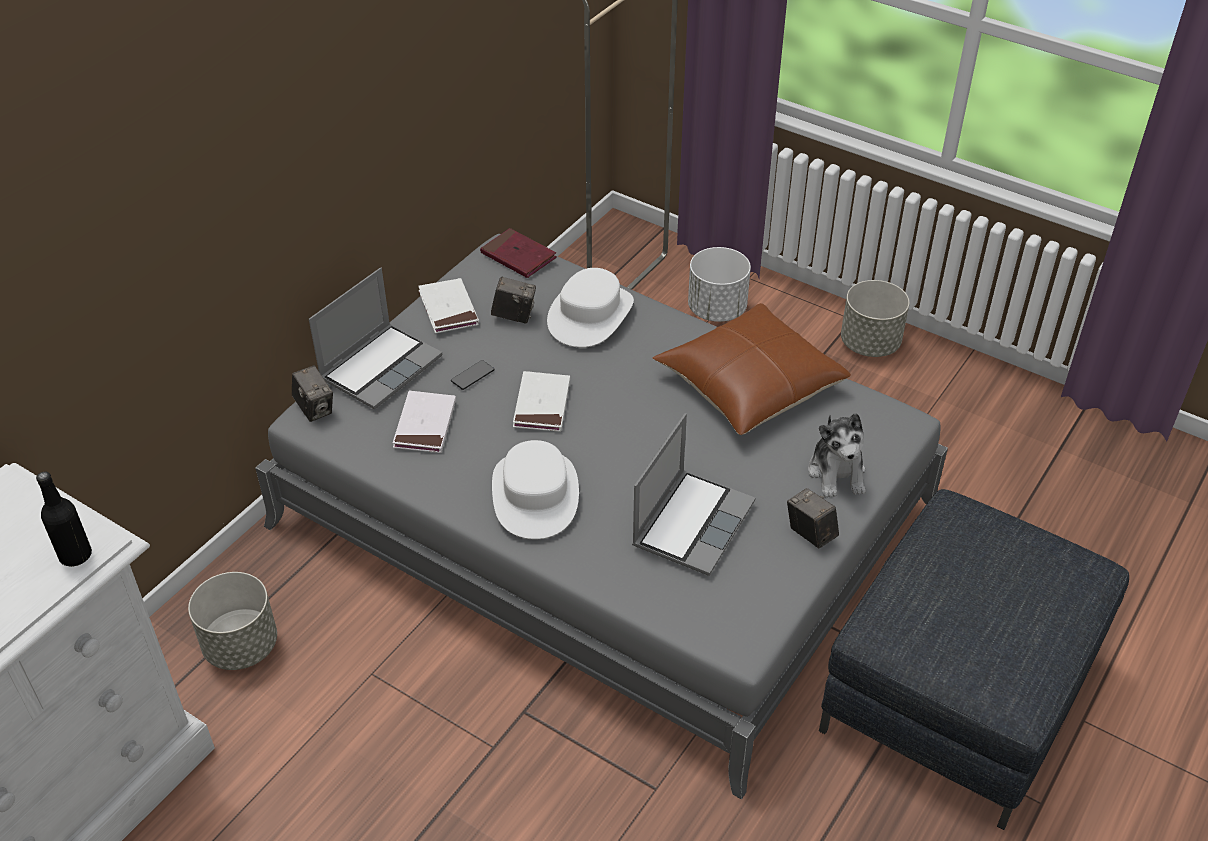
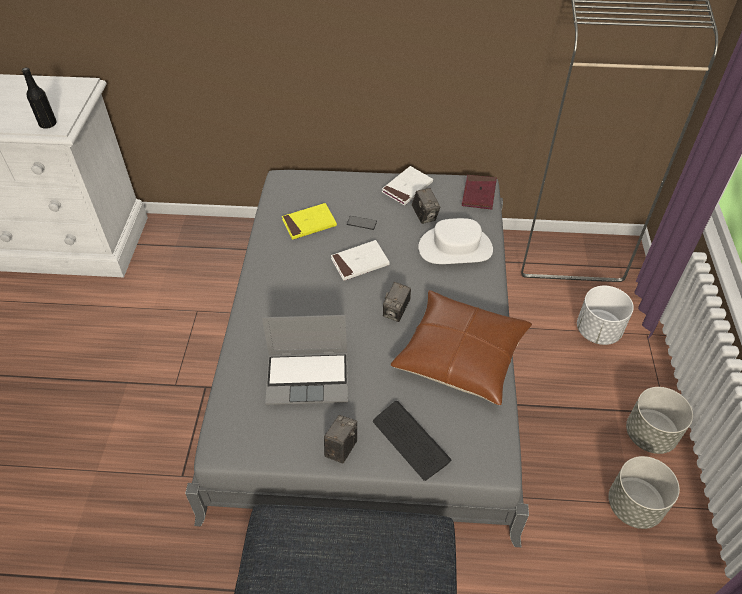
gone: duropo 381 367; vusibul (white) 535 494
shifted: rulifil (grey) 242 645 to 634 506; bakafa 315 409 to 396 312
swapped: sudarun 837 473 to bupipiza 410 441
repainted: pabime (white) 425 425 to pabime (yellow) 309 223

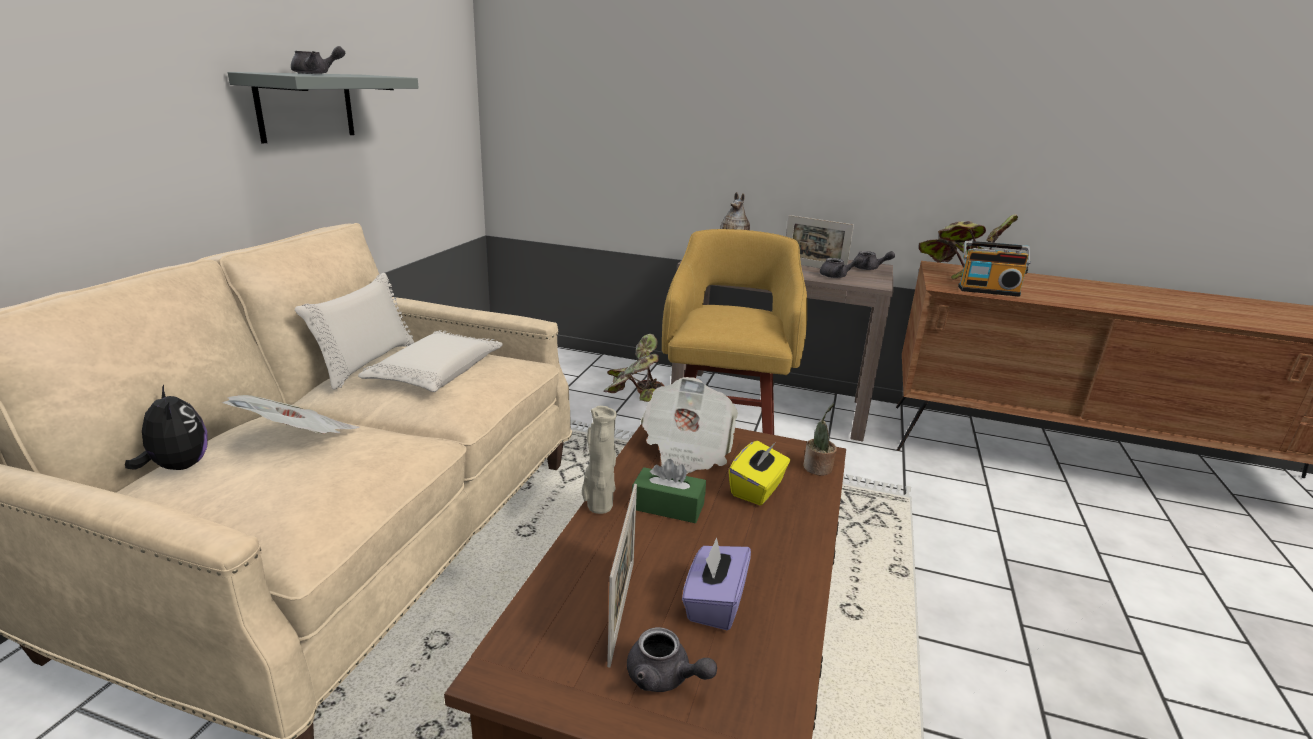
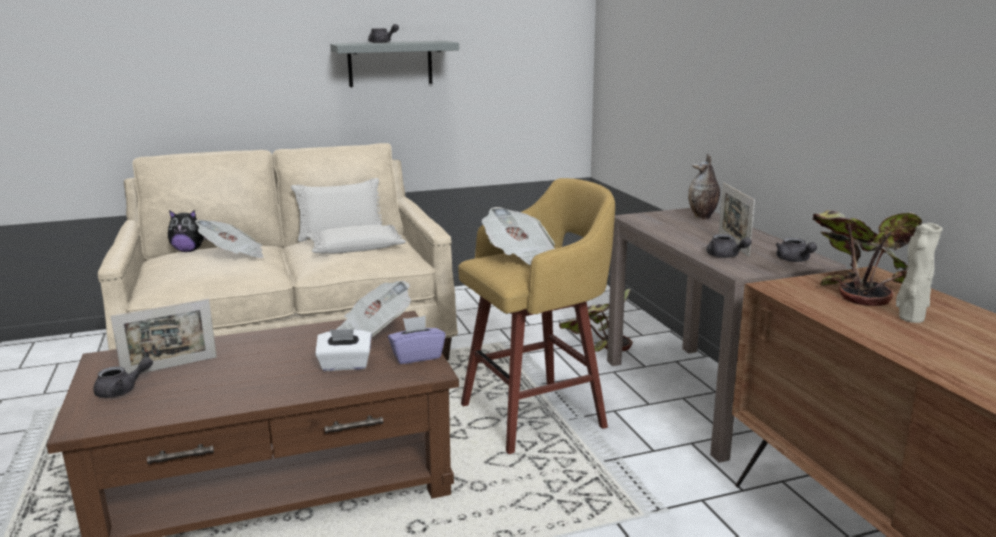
gone: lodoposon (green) 668 506; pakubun 818 469; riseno 987 290
new: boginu 520 257
shifted: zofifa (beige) 598 507 to 910 318; lodoposon (purple) 714 603 to 417 356
repainted: lodoposon (yellow) 757 489 to lodoposon (white) 345 365
rotated: sudarun 178 467 = 189 251 75 degrees clockwise; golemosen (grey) 665 678 = 122 390 120 degrees counterclockwise

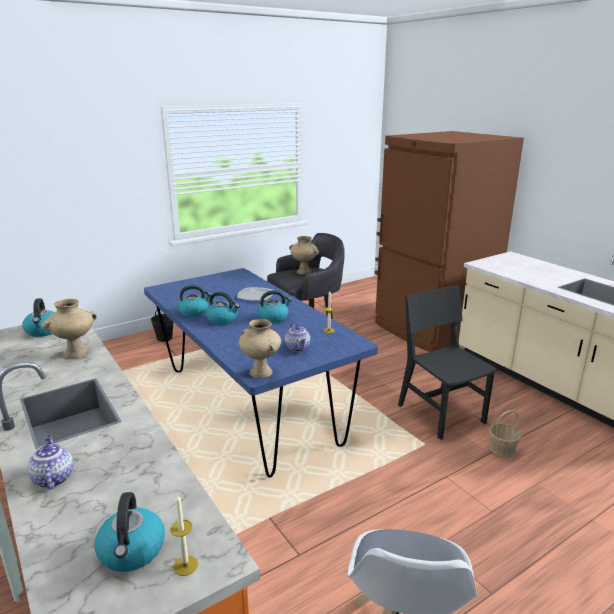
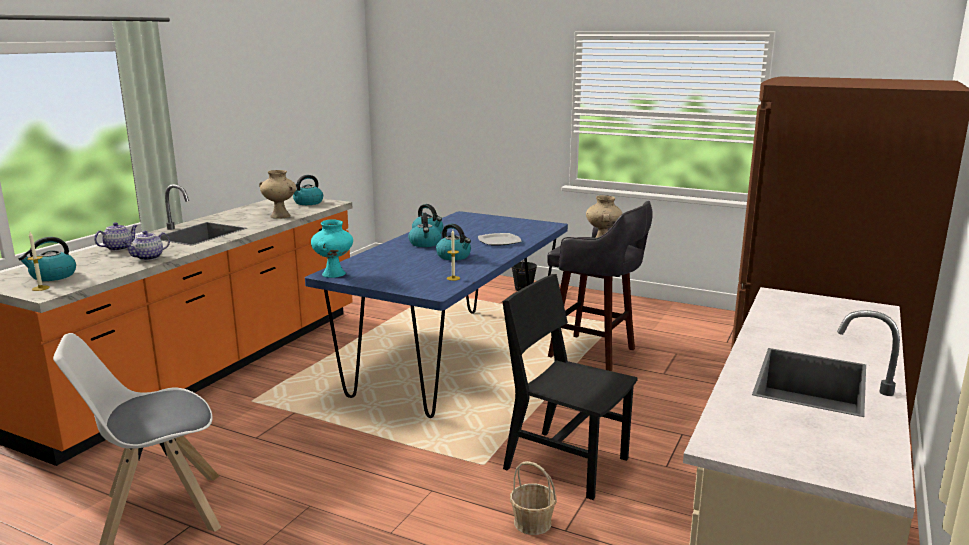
shifted: golemosen 298 348 to 148 257
repainted: zofifa (beige) 261 372 to zofifa (turquoise) 334 274
rotated: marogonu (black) 441 413 = 566 463 90 degrees counterclockwise

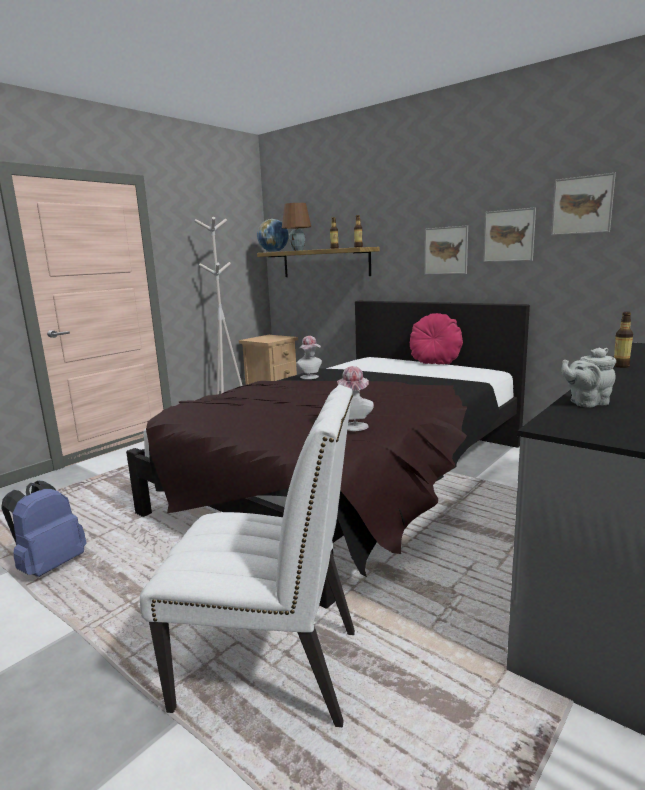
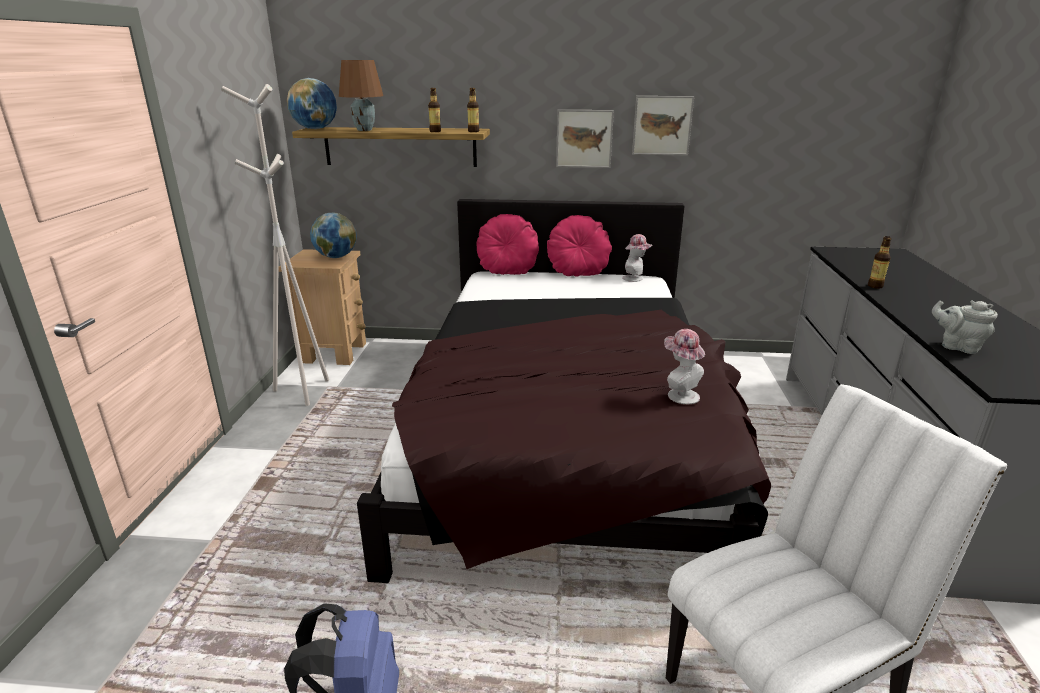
gone: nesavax 582 205
new: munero 336 257; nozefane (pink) 508 272
shifted: vusibul 310 377 to 635 278
rotated: golemosen (grey) 586 403 = 957 346 90 degrees clockwise

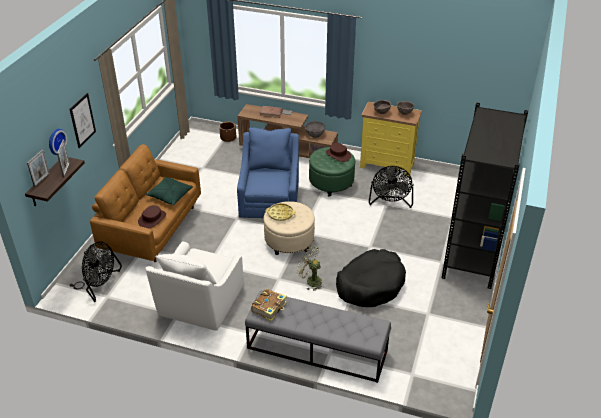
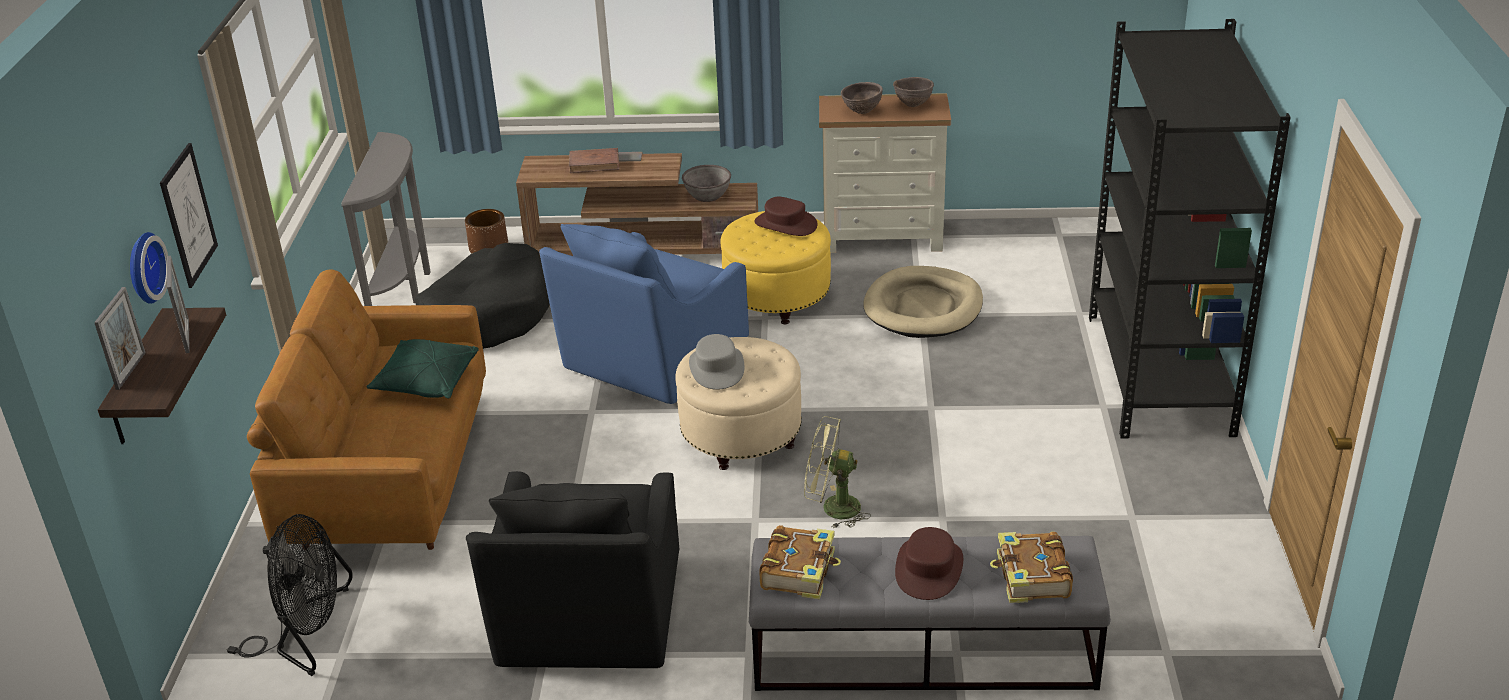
new: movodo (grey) 404 287; pabime 1031 577
shifted: vusibul (brown) 152 219 to 929 569; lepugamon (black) 370 285 to 489 314
swapped: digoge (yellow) 280 214 to vusibul (grey) 716 368; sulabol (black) 388 201 to lepugamon (beige) 923 307
repainted: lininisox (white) 199 303 to lininisox (black) 588 616; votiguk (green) 331 184 to votiguk (yellow) 777 298; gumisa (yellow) 387 165 to gumisa (white) 883 239
rotated: lininisox (blue) 270 200 = 652 358 135 degrees counterclockwise

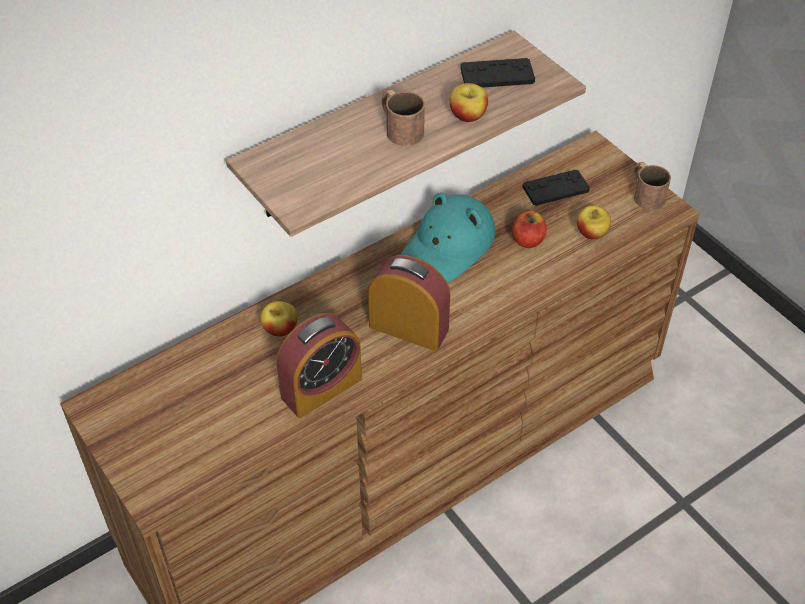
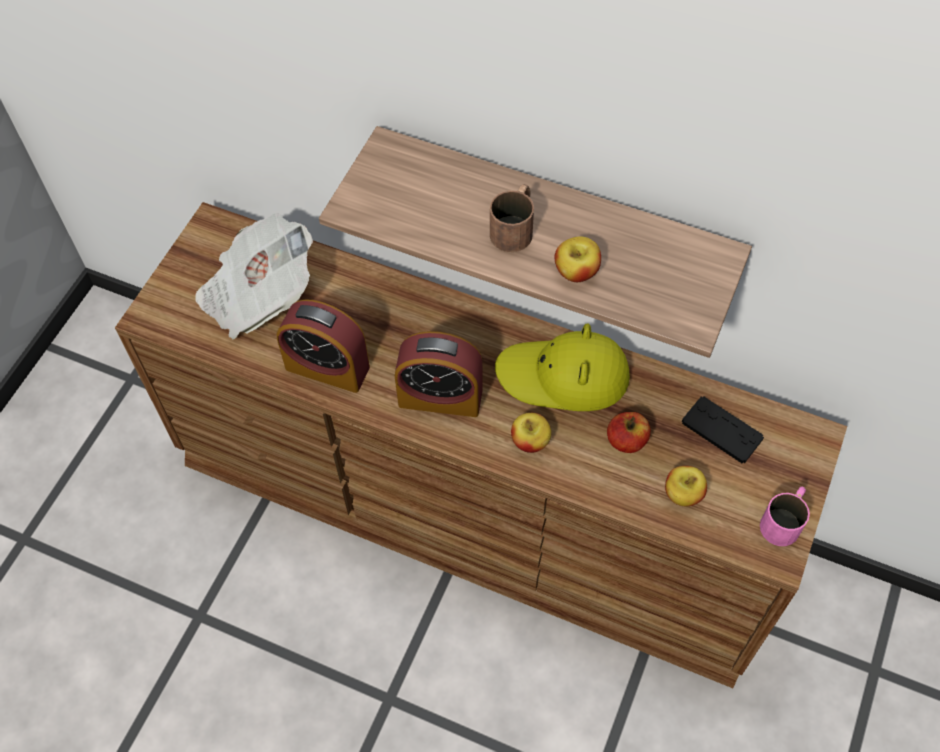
gone: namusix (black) 497 75
new: boginu 258 295
shifted: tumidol 280 329 to 530 441
repainted: vusibul (turquoise) 447 248 to vusibul (yellow) 563 376; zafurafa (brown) 645 193 to zafurafa (pink) 784 519
rotated: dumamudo 408 328 = 440 397 105 degrees clockwise

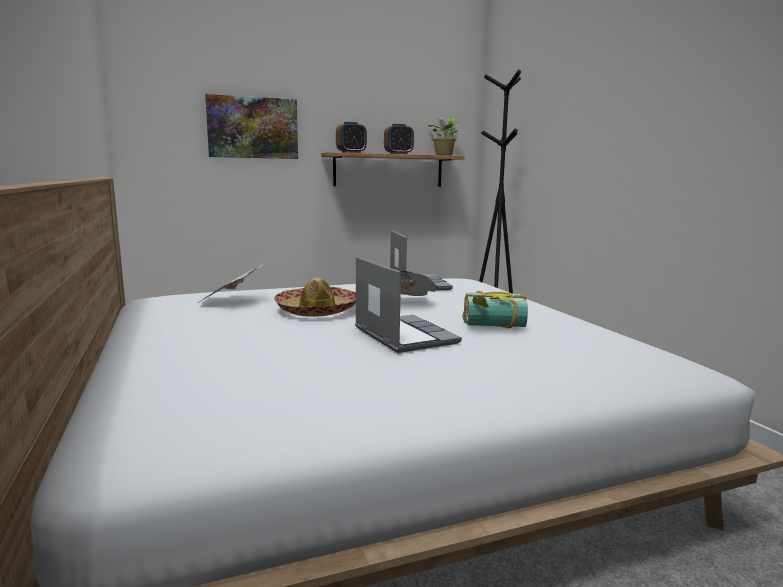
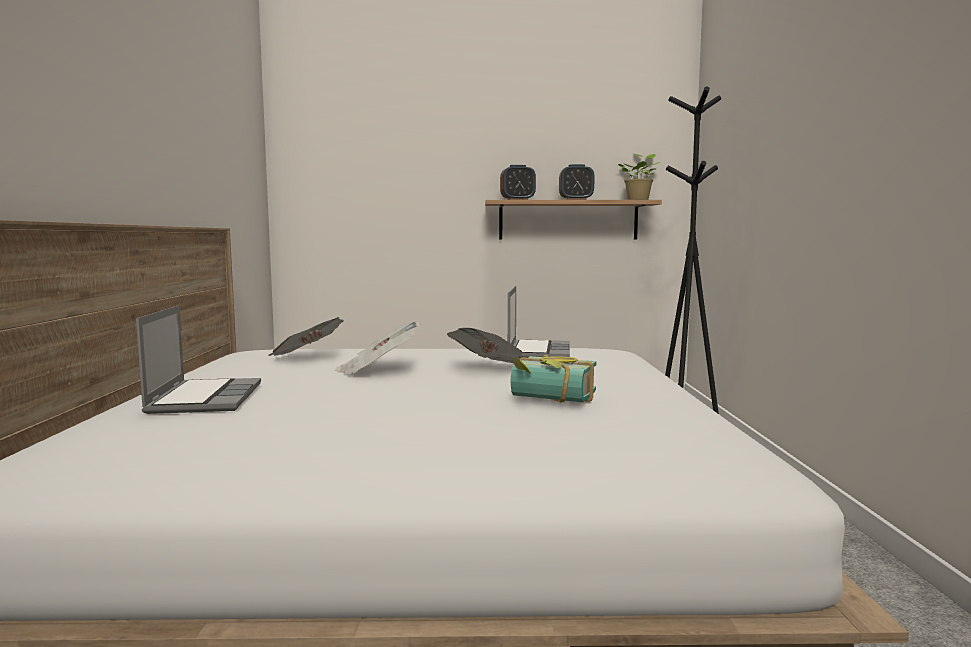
gone: nesavax 253 128
shifted: duropo 403 335 to 204 398
swapped: vusibul 317 310 to boginu 377 370

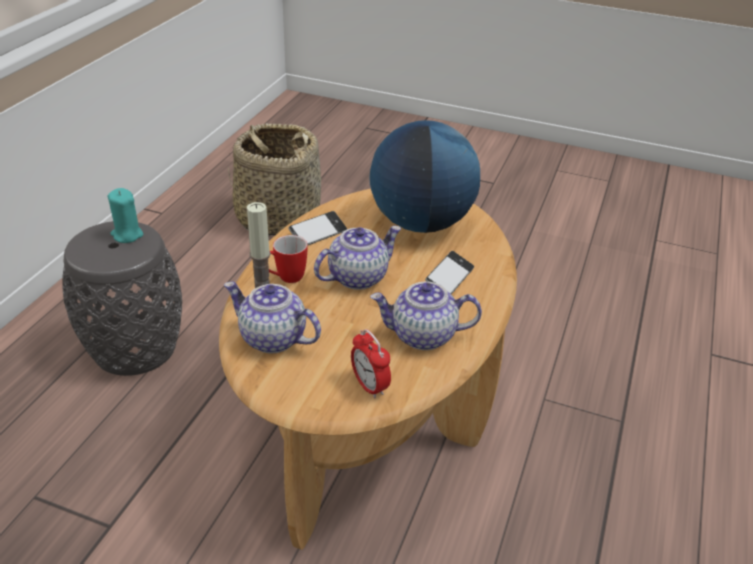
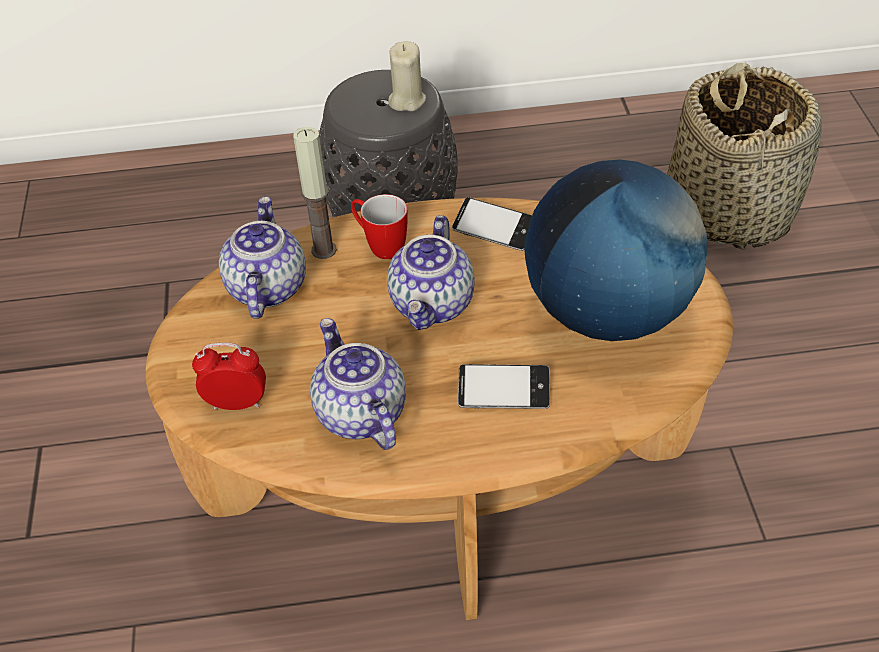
repainted: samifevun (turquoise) 127 235 to samifevun (beige) 407 100
rotated: golemosen 358 277 = 433 304 75 degrees clockwise; dumamudo 369 386 = 236 403 60 degrees clockwise

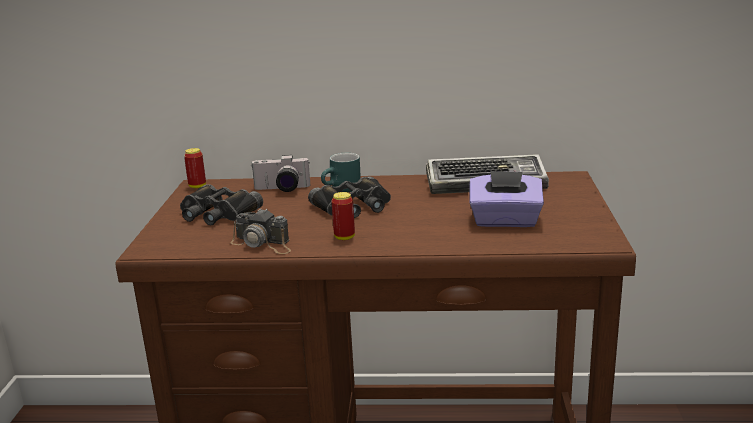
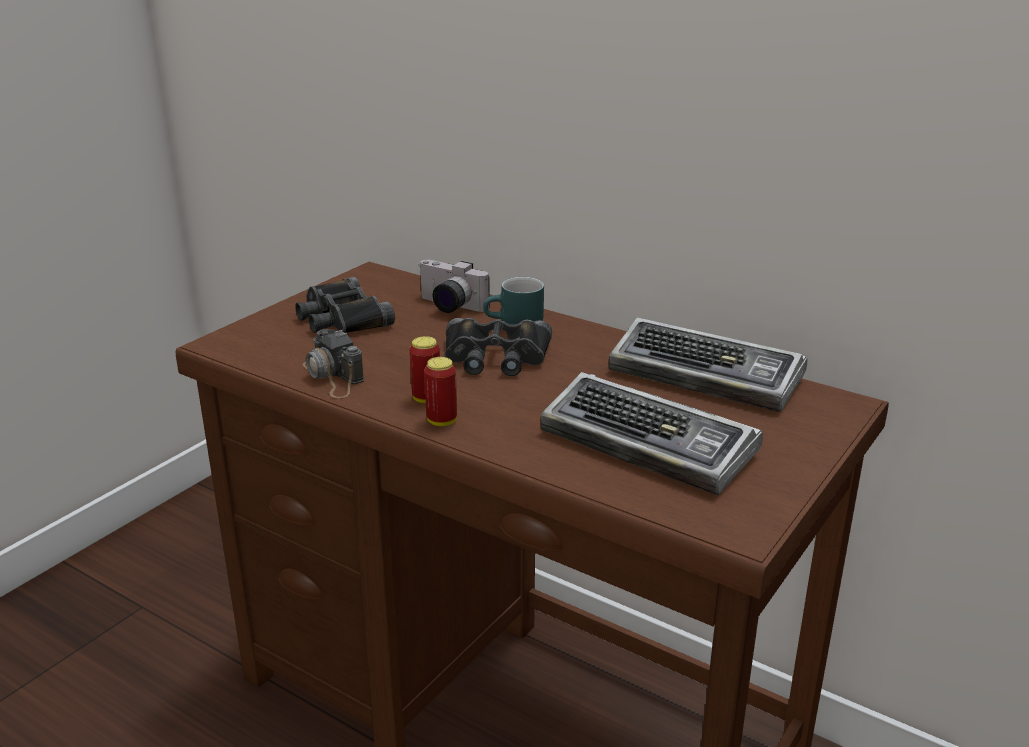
shifted: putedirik 197 186 to 442 421
swapped: lodoposon (purple) 505 221 to bupipiza 651 445

